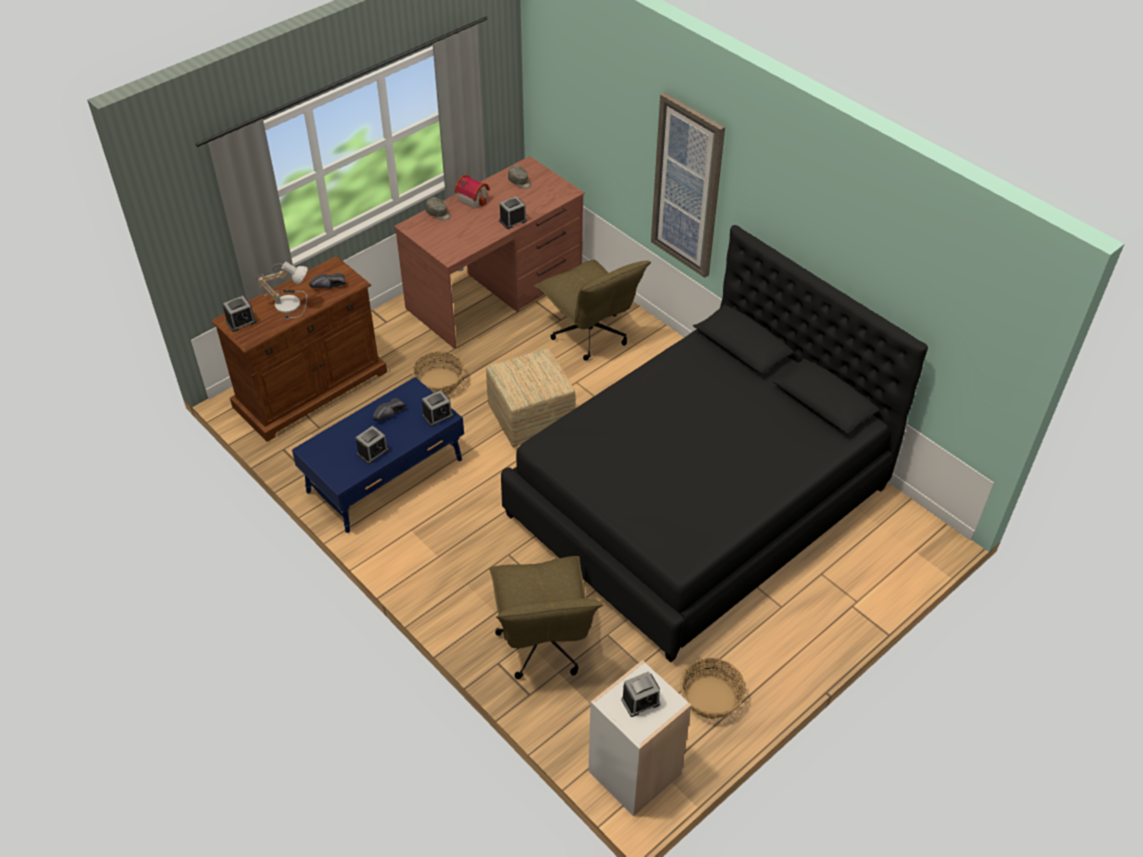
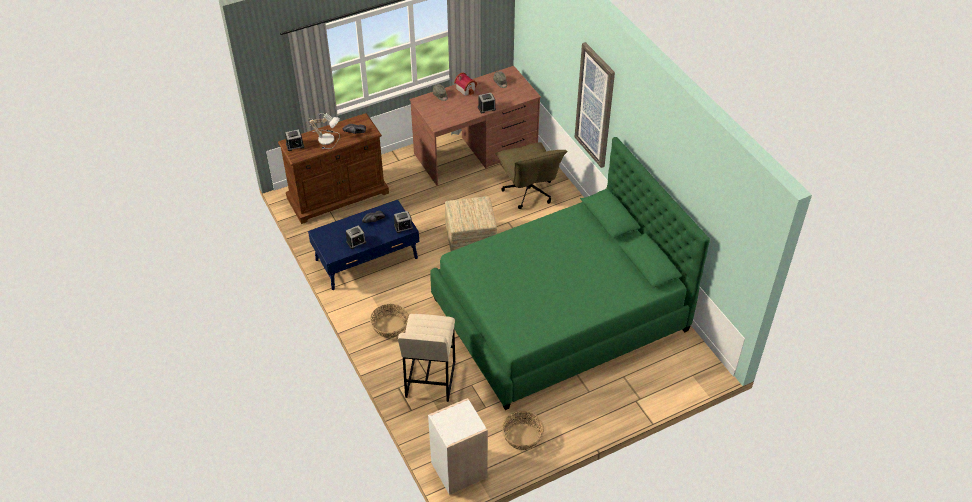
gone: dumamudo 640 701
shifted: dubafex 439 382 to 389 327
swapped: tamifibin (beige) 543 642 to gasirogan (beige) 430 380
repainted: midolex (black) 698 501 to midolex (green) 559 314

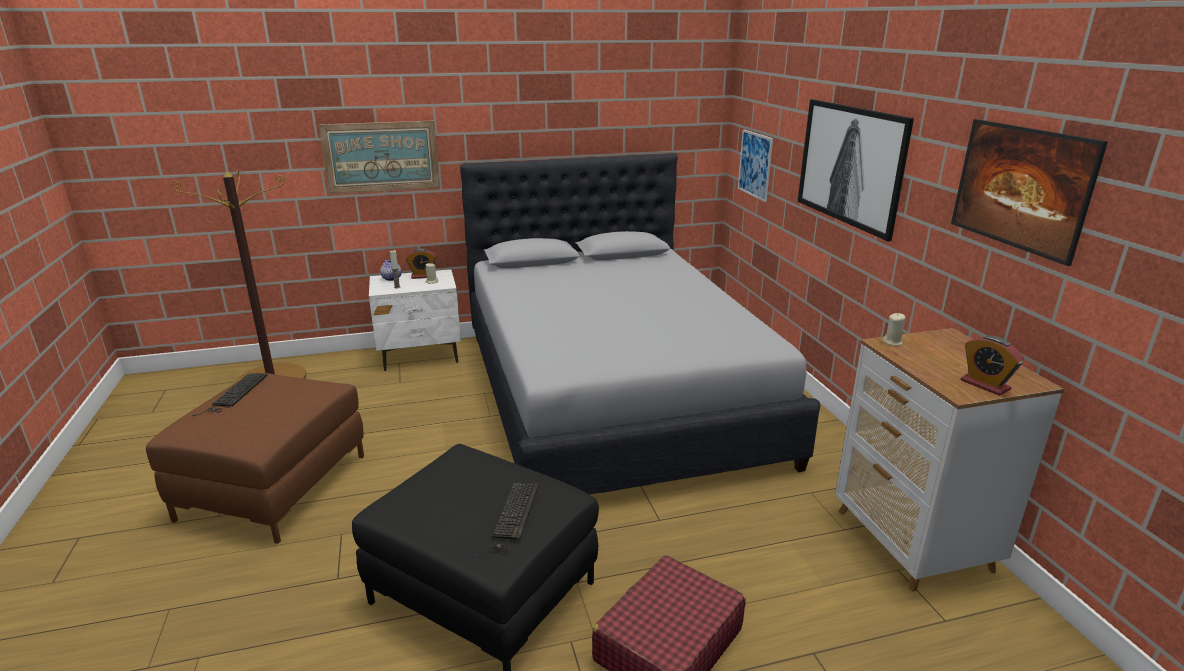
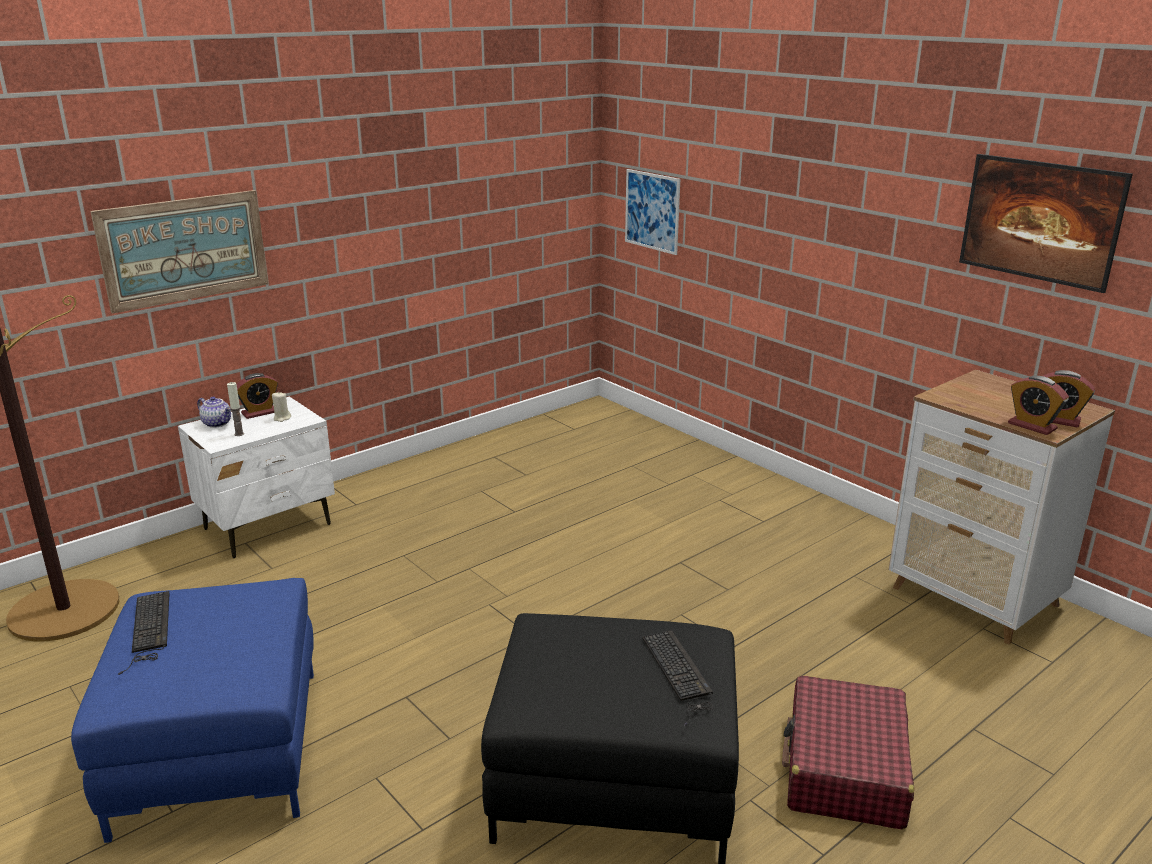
gone: midolex (grey) 613 393; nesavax 849 165; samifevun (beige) 892 342
new: dumamudo 1032 426
repainted: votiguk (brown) 274 486 to votiguk (blue) 219 749

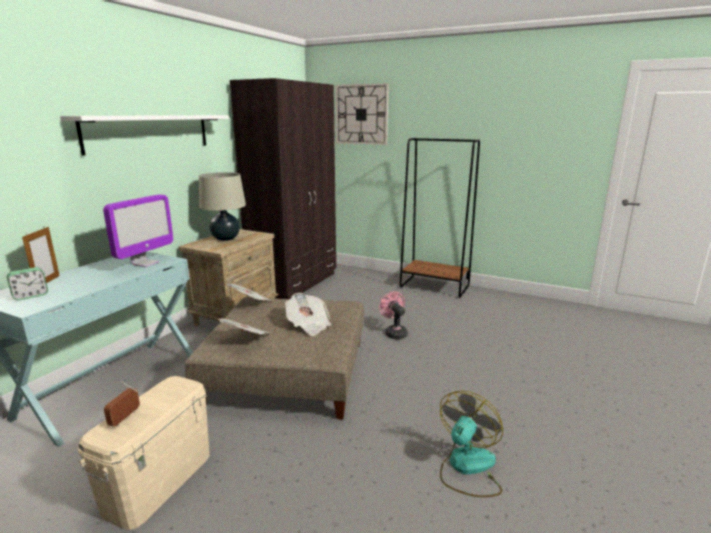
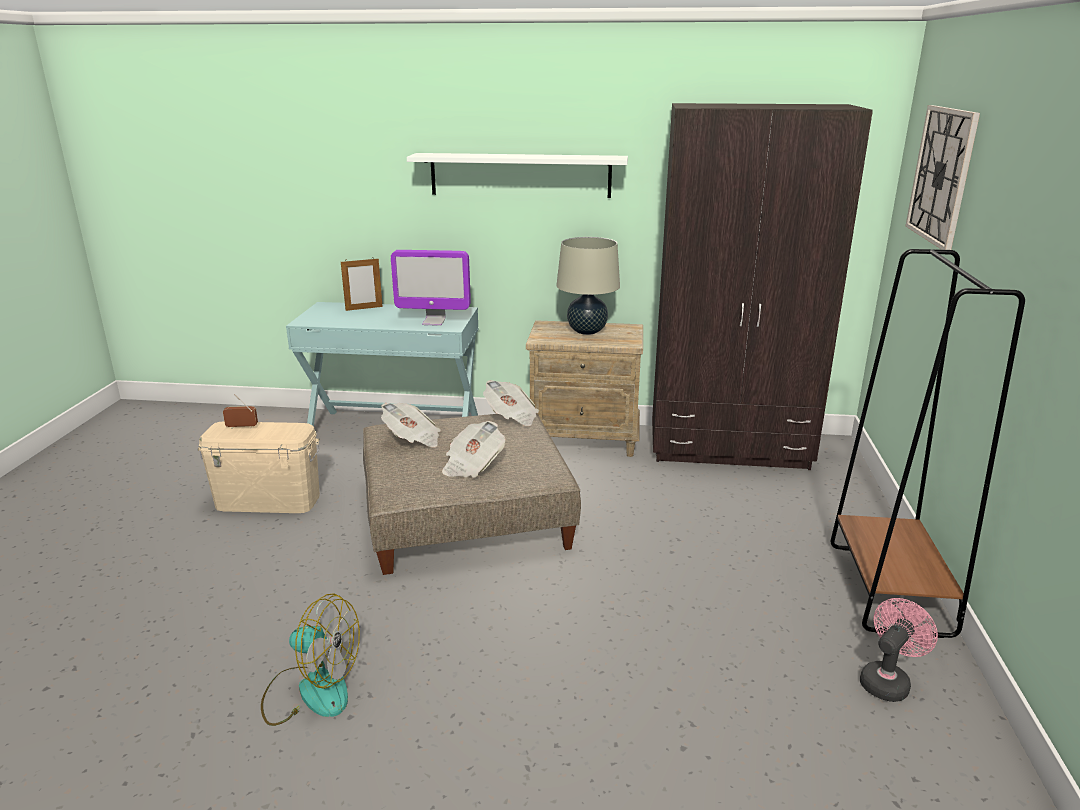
gone: dumamudo 30 296
shifted: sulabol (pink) 394 332 to 887 681

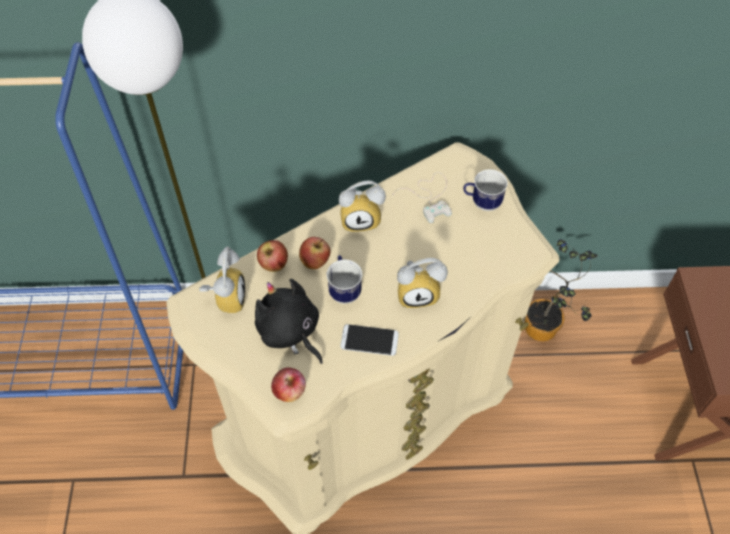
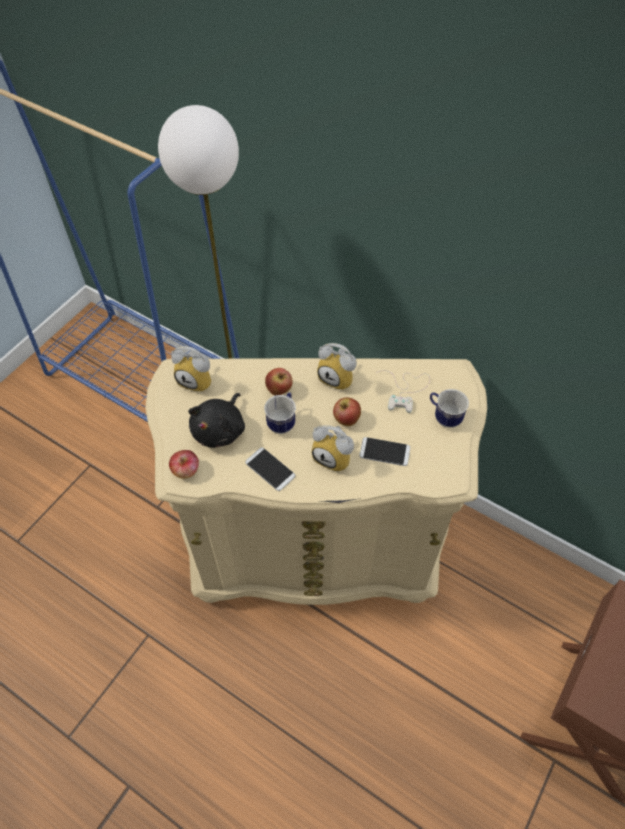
gone: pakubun 543 331
new: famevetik 384 452
shifted: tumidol 274 265 to 346 420
rotated: dumamudo 226 298 = 198 380 75 degrees clockwise; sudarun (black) 290 332 = 220 430 150 degrees counterclockwise

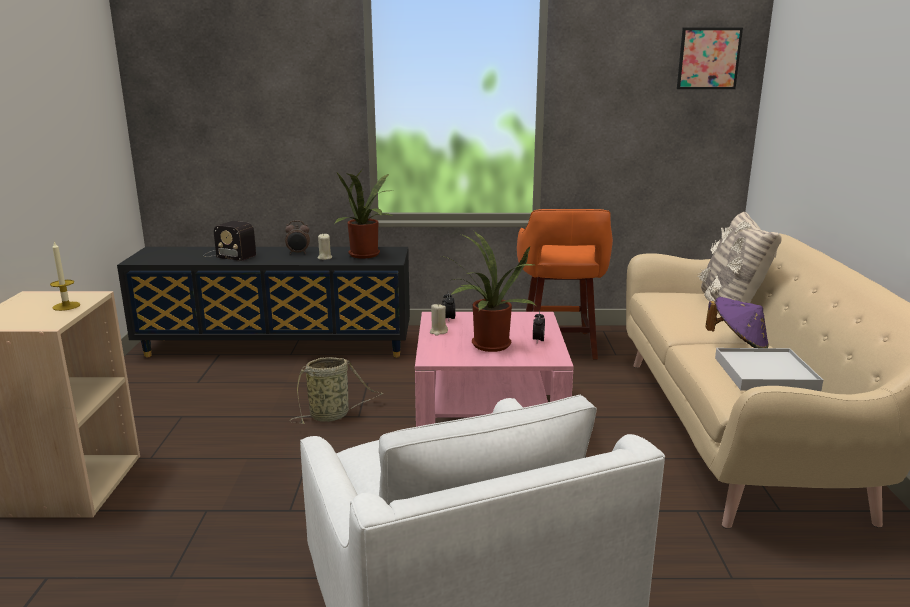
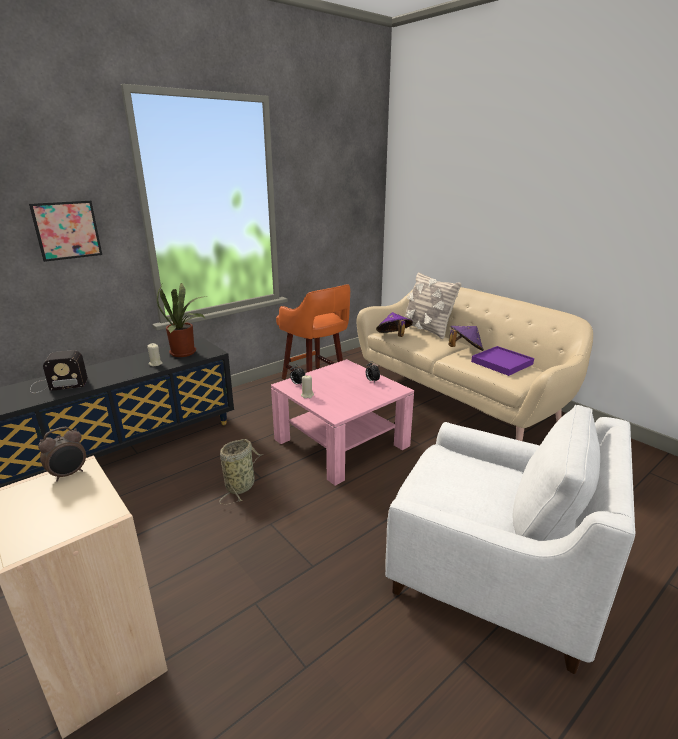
gone: samifevun 66 306; pakubun 488 346
new: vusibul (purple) 393 337
shifted: dumamudo 298 253 to 69 474; nesavax 708 58 to 67 230
repainted: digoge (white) 765 373 to digoge (purple) 501 363

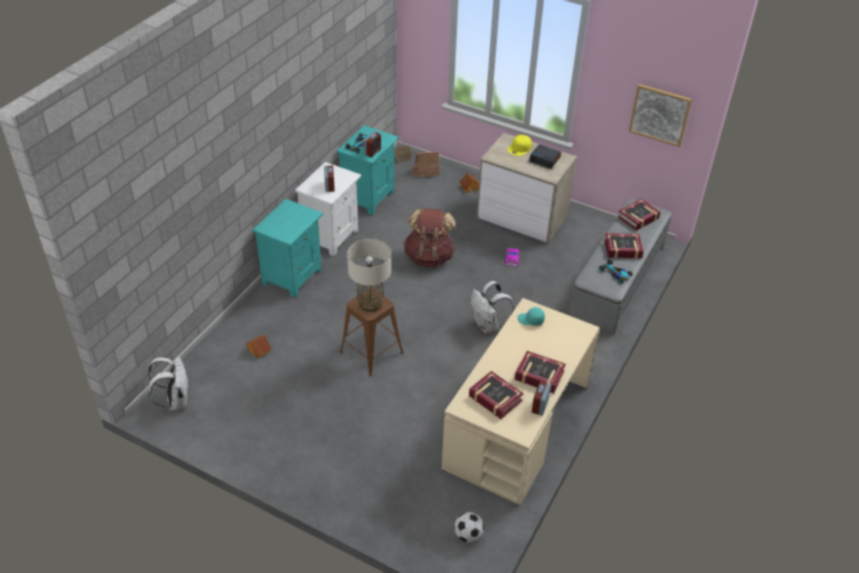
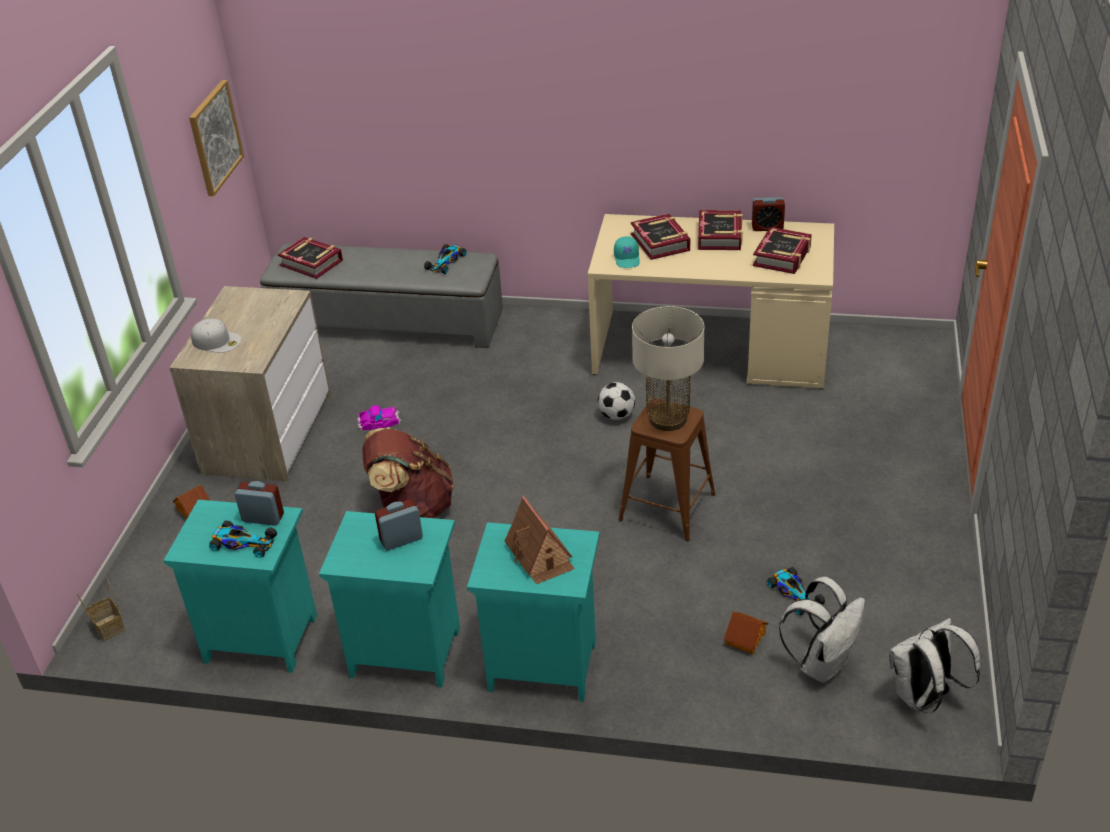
gone: dumamudo 545 159
new: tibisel 794 593
shifted: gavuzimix 425 171 to 540 556; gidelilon 468 535 to 616 415; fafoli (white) 488 325 to 822 664; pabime 622 249 to 660 242
repainted: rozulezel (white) 332 237 to rozulezel (turquoise) 405 649; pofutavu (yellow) 519 148 to pofutavu (white) 217 341

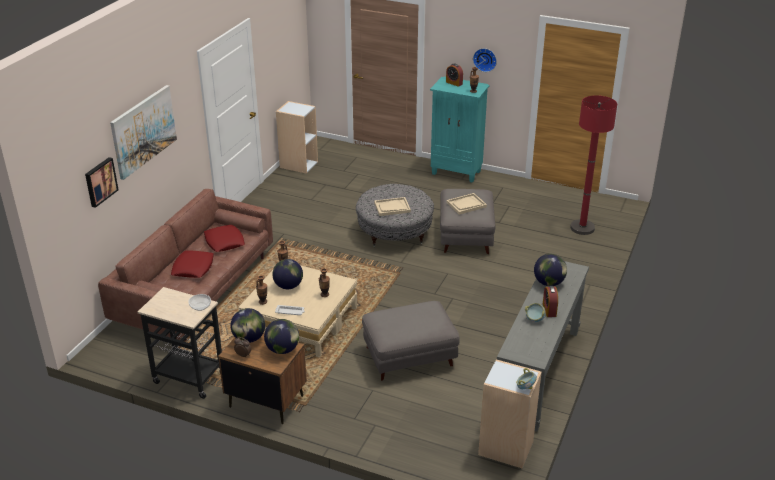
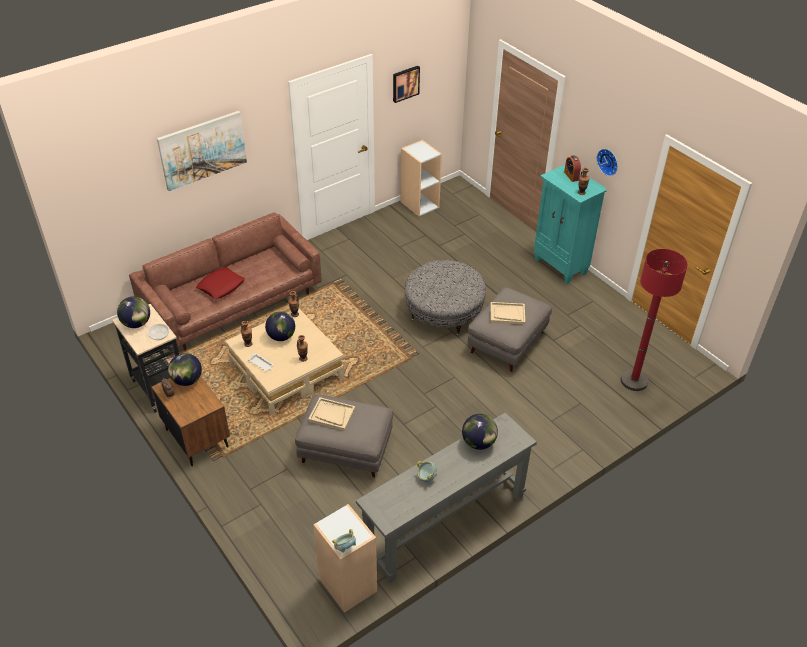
gone: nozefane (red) 224 242; dumamudo 549 310
shifted: nesavax 100 181 to 405 83; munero 283 349 to 137 323; digoge (beige) 392 207 to 331 415

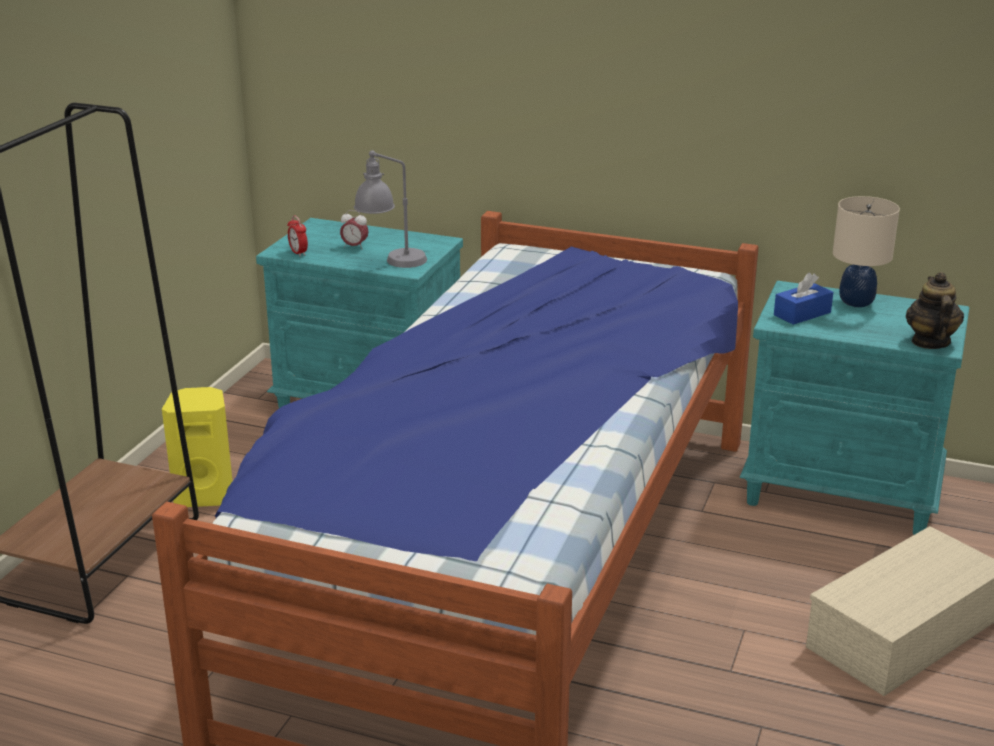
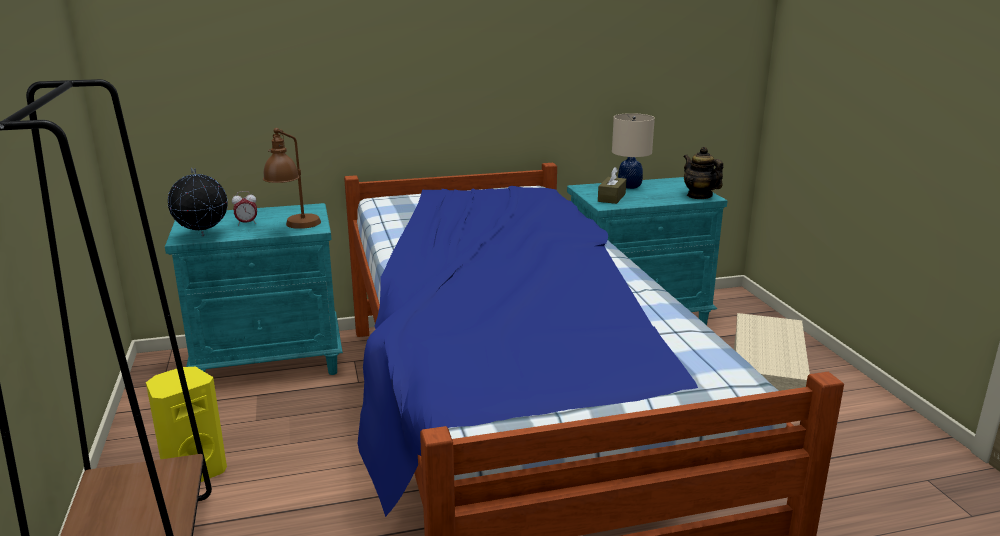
swapped: dumamudo 298 253 to munero 203 236
repainted: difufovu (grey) 392 264 to difufovu (brown) 295 227; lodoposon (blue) 802 314 to lodoposon (brown) 611 197

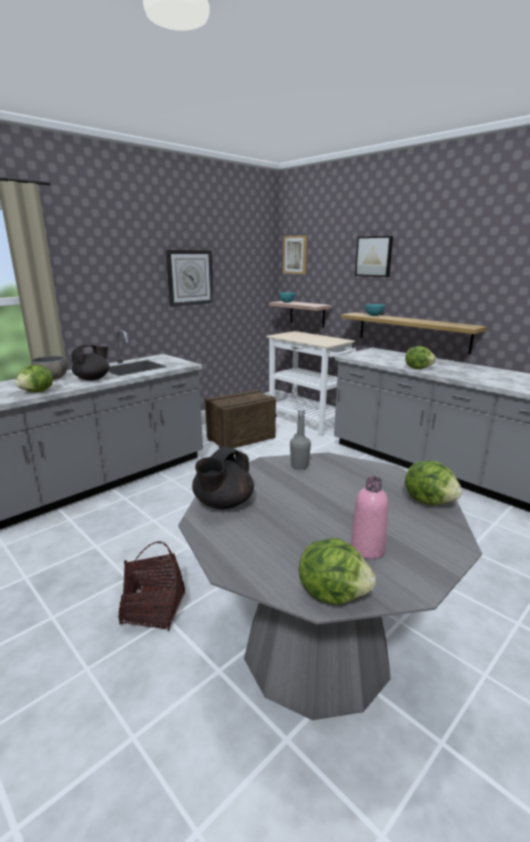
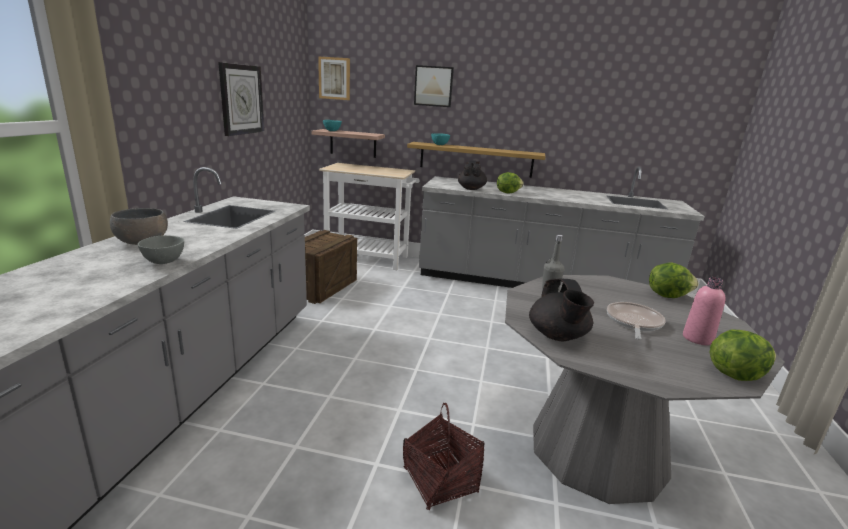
new: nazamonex 633 322
shifted: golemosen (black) 93 379 to 471 189
swapped: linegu 37 392 to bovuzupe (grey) 165 262

